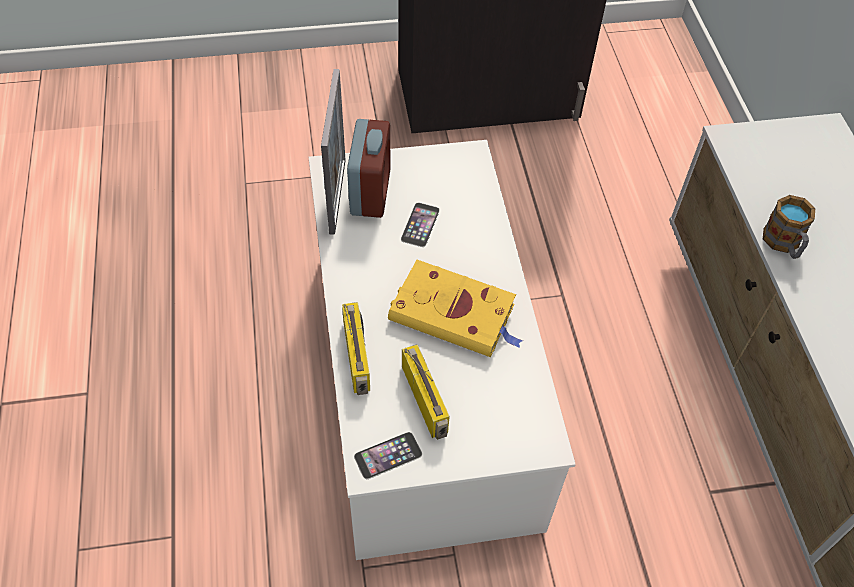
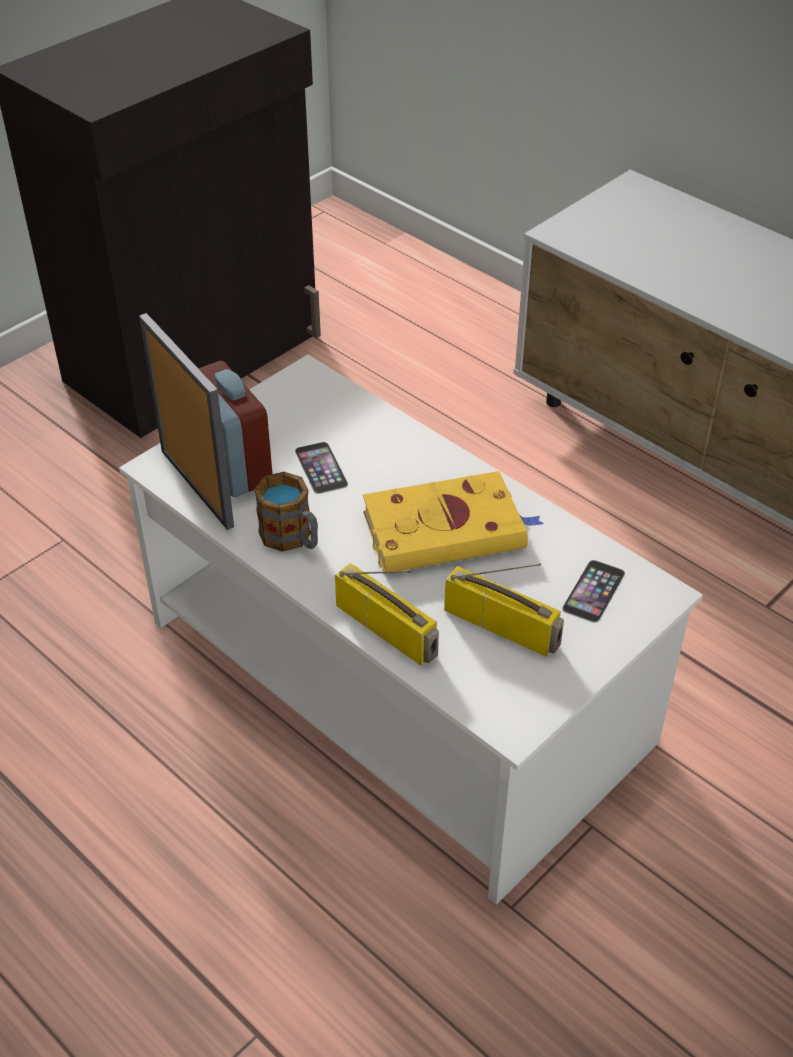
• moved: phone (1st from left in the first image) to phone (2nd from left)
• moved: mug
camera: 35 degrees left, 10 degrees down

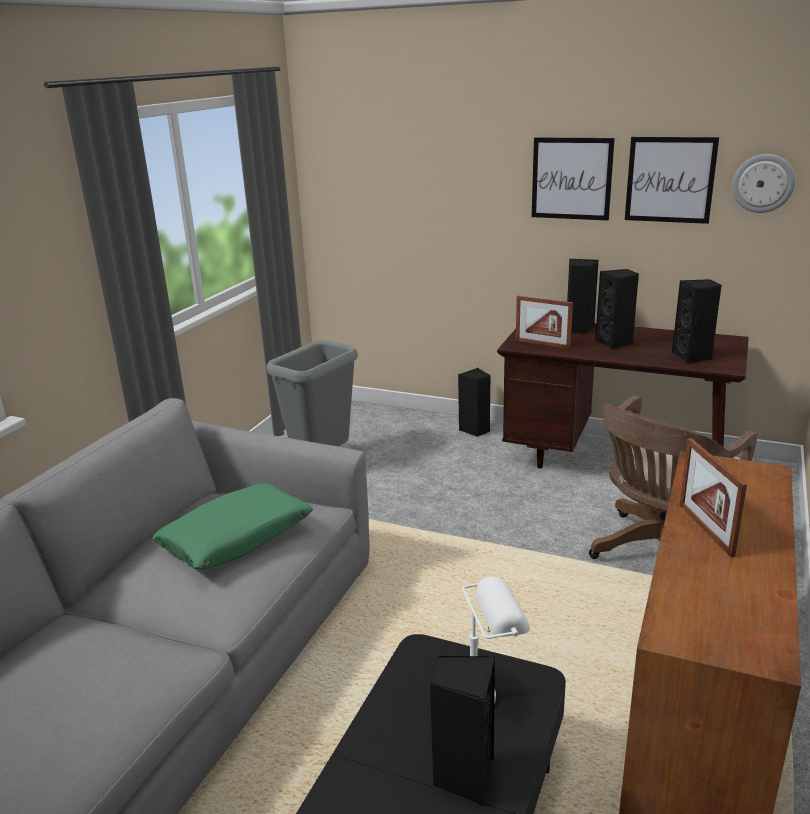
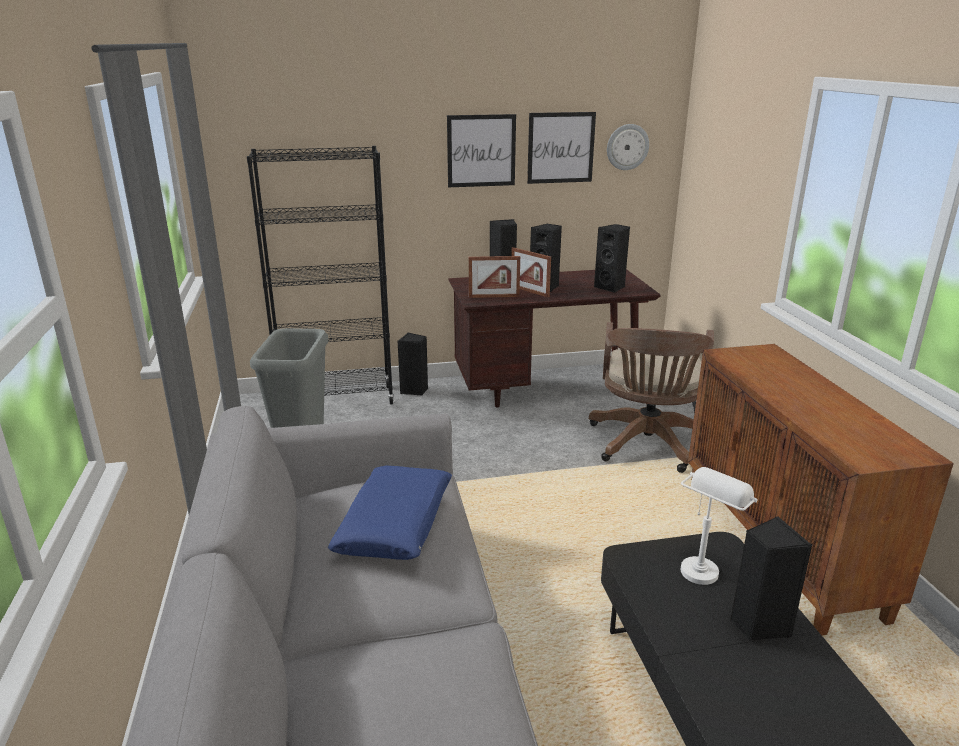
• added: bookcase/black
• moved: picture frame (2nd from left)
• recoloured: pillow/green to pillow/blue
camera: 35 degrees left, 0 degrees up

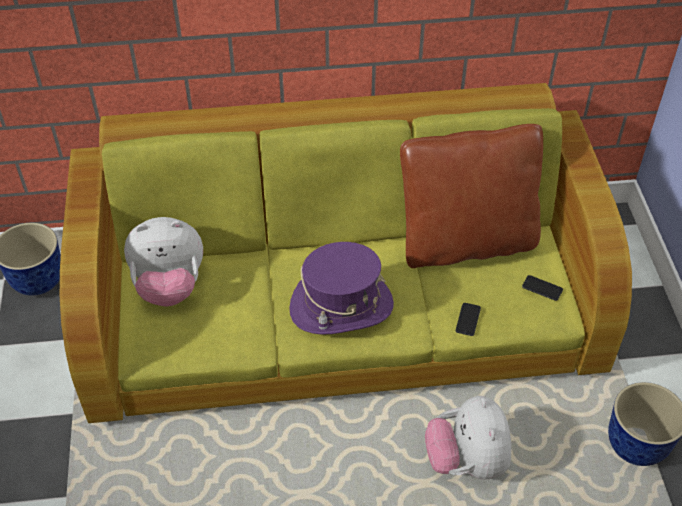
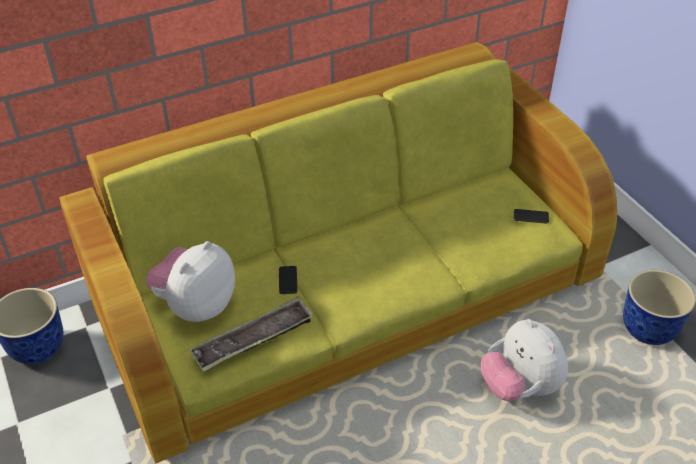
• removed: hat/purple
• removed: pillow/brown
• added: tray
• moved: phone (1st from left)
• turned: plush toy (1st from left) 150 degrees clockwise
camera: 20 degrees left, 5 degrees down

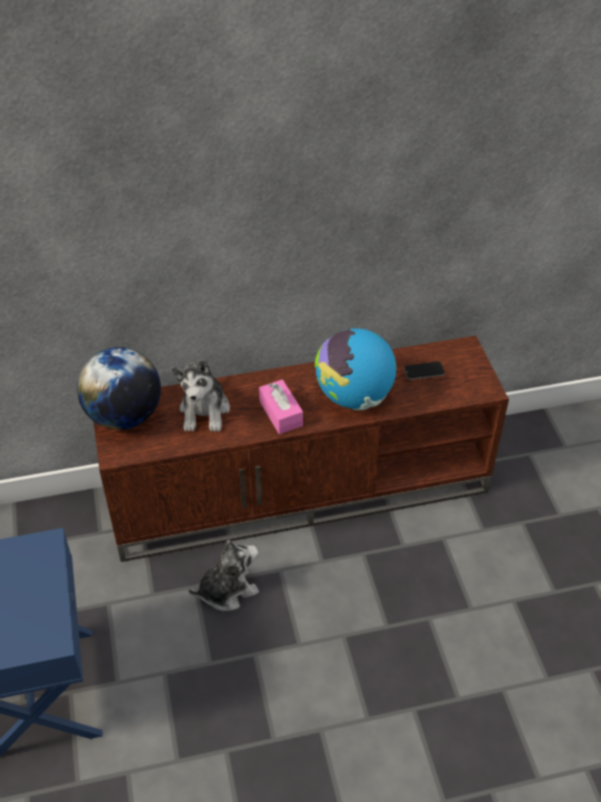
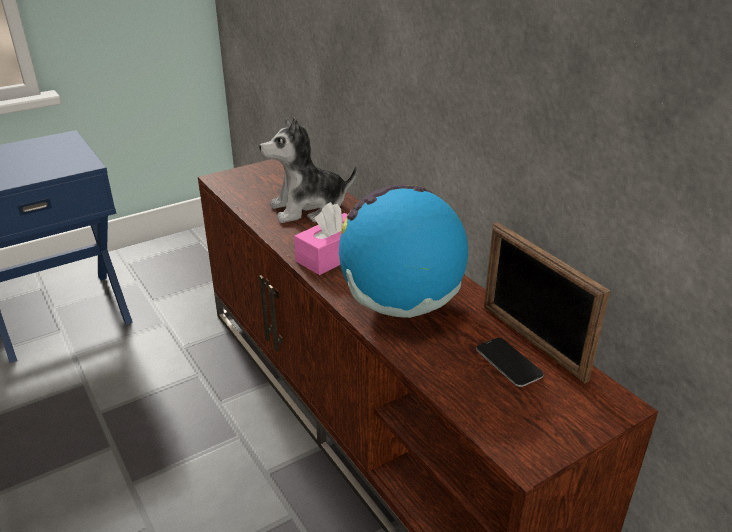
• removed: globe (1st from left)
• removed: plush toy (2nd from left)
• added: picture frame
camera: 70 degrees right, 15 degrees down

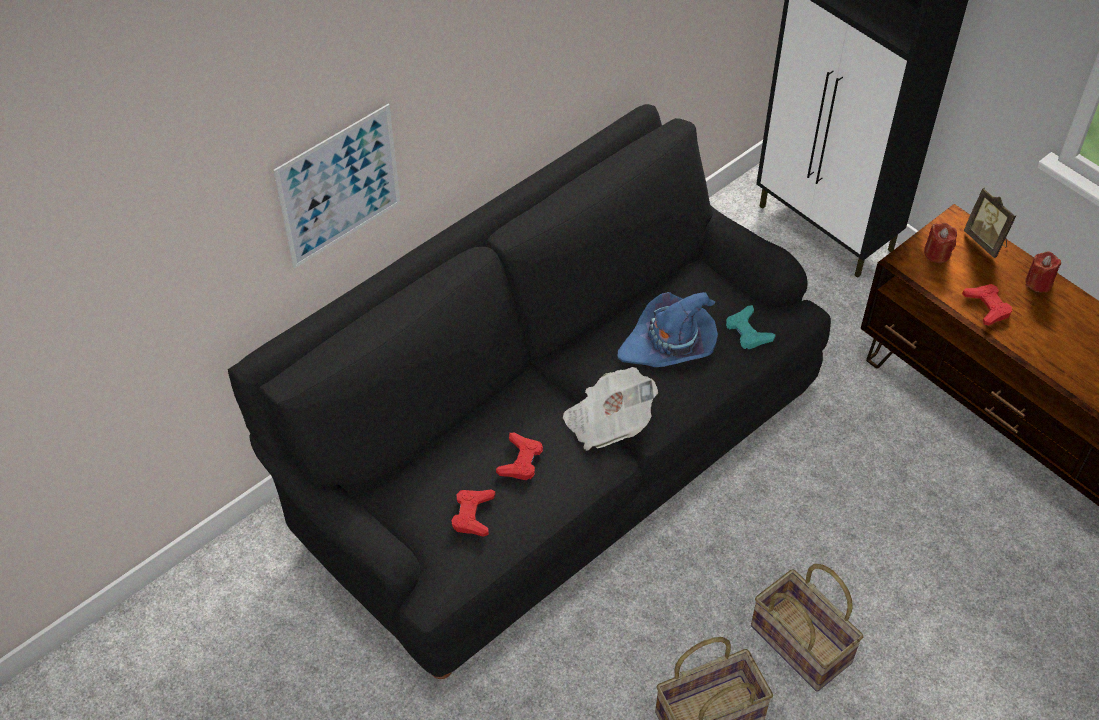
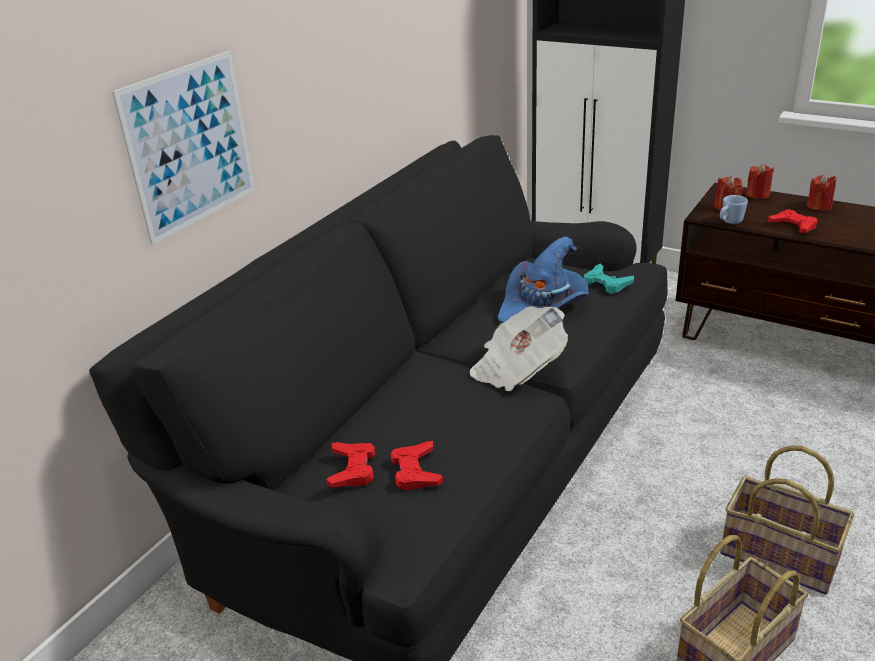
• added: mug/blue
• moved: game controller/red (2nd from left in the first image) to game controller/red (1st from left)
• replaced: picture frame to candle/red (2nd from left)
camera: 15 degrees left, 20 degrees down

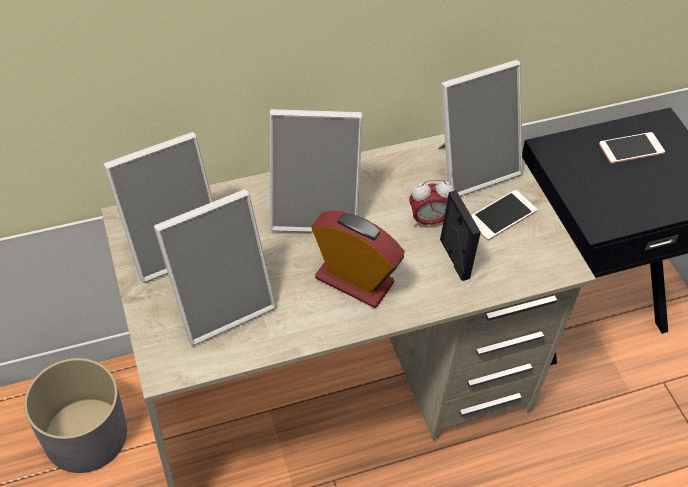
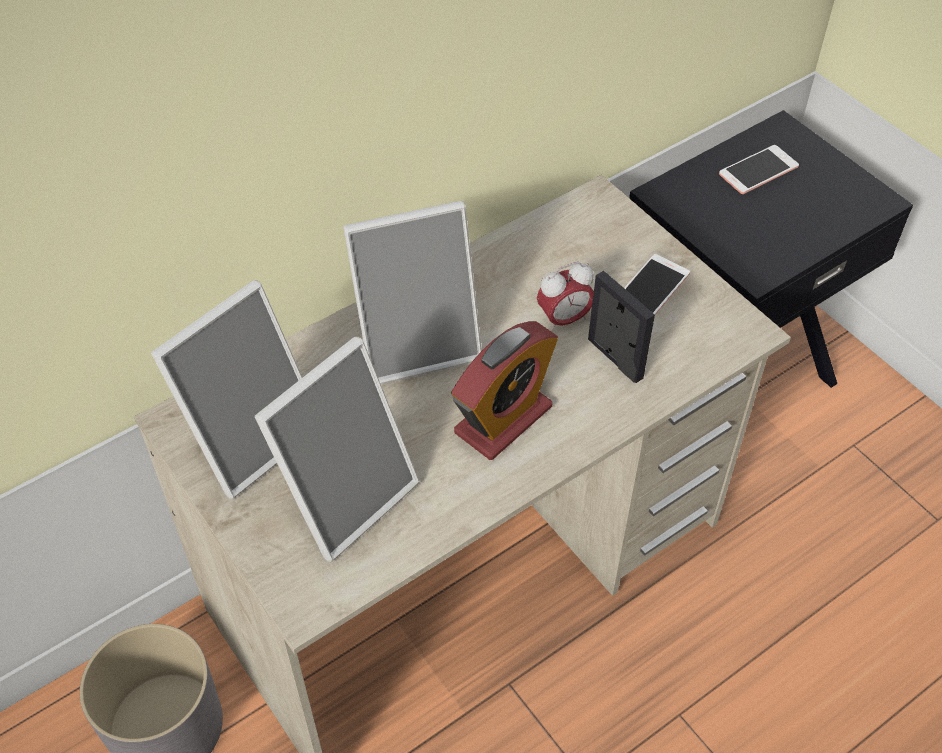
• removed: picture frame (5th from left)
• turned: alarm clock (1st from left) 120 degrees clockwise
camera: 15 degrees left, 0 degrees up

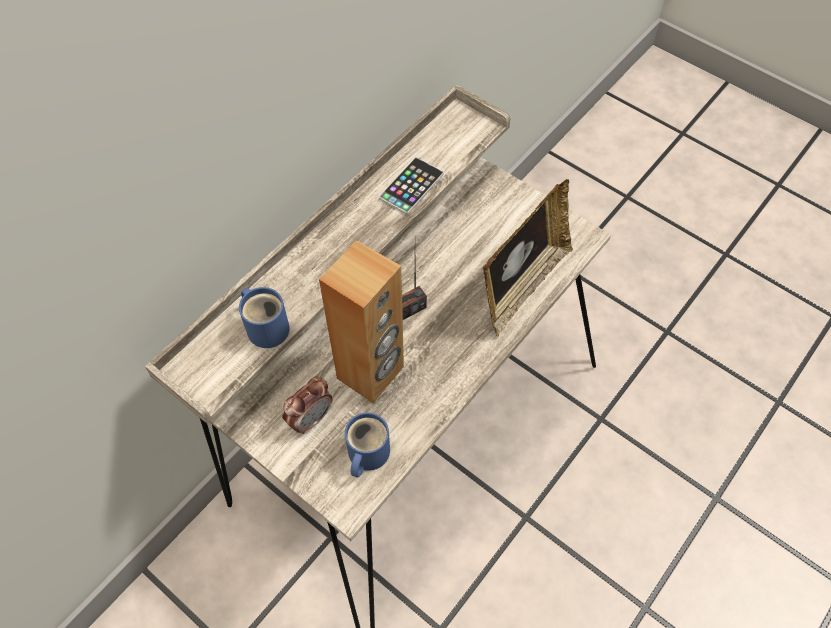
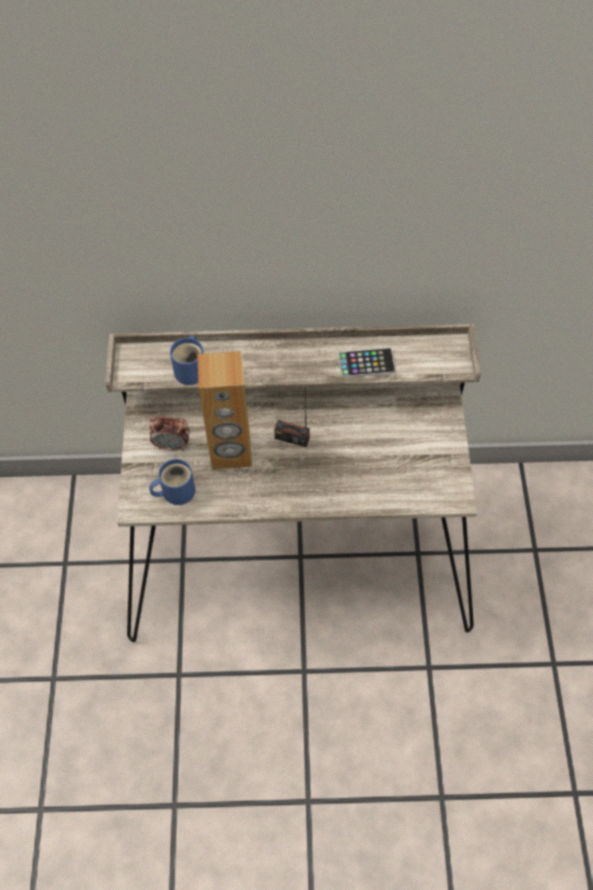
• removed: picture frame
camera: 50 degrees right, 0 degrees up

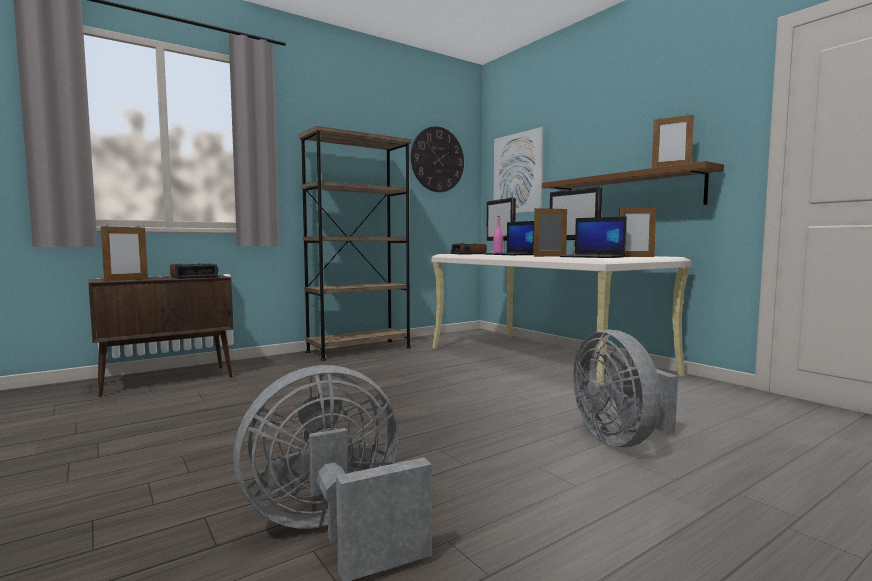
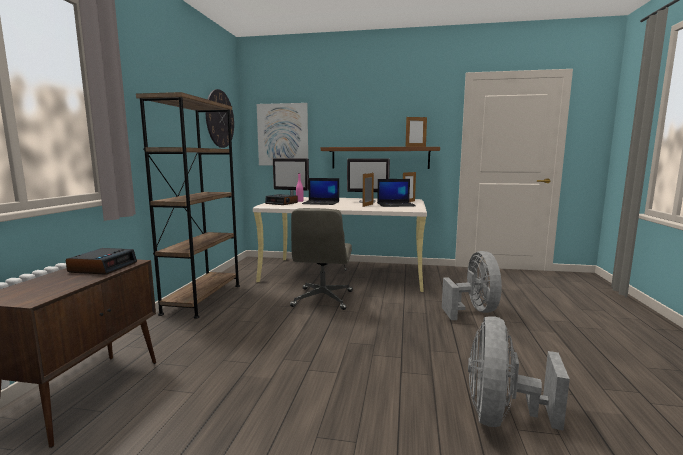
• removed: picture frame (1st from left)
• added: office chair/grey
• turned: fan/grey (2nd from left in the first image) 120 degrees counterclockwise
camera: 45 degrees left, 5 degrees up

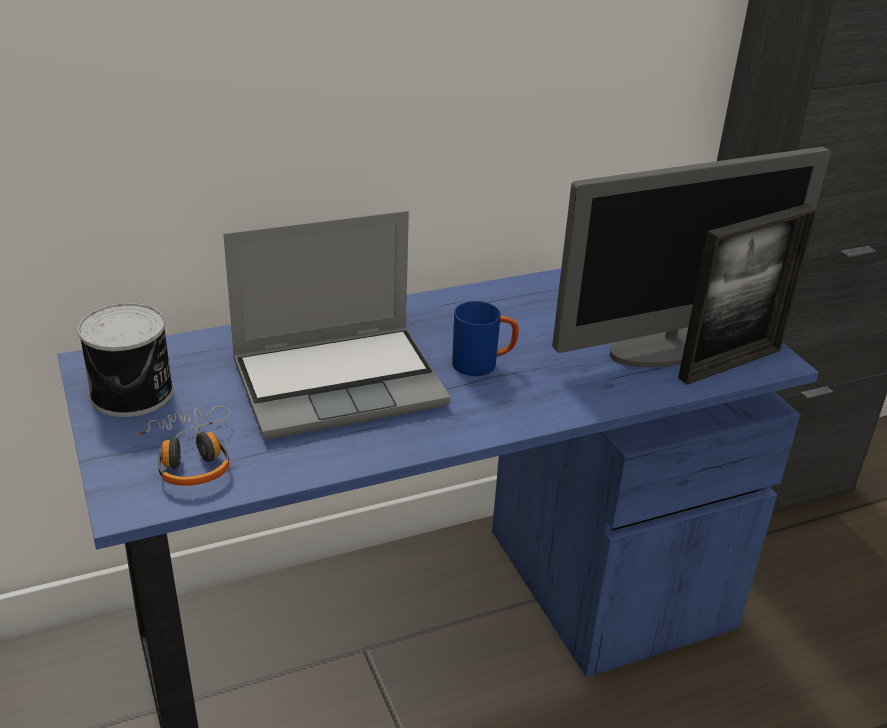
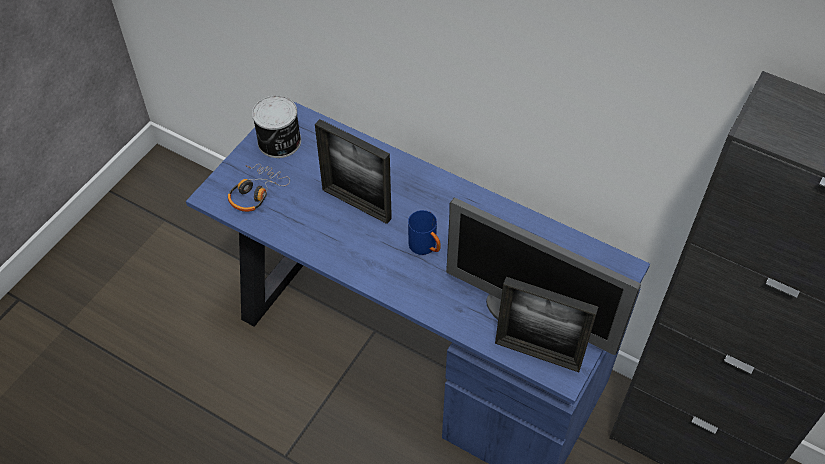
• replaced: laptop to picture frame (1st from left)
camera: 55 degrees right, 20 degrees up

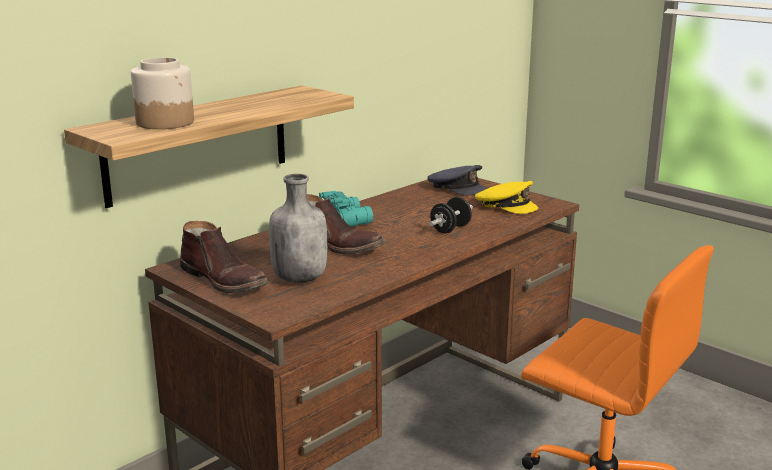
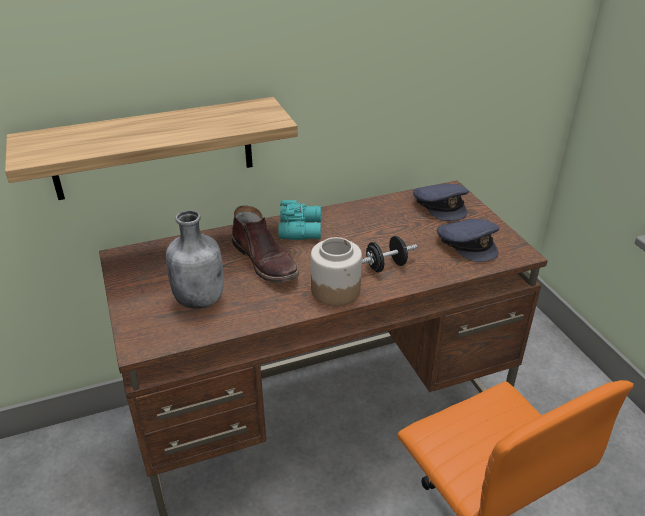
• removed: boot/brown (1st from left)
• moved: jar
• recoloured: cap/yellow to cap/grey (2nd from left)
camera: 25 degrees right, 15 degrees up

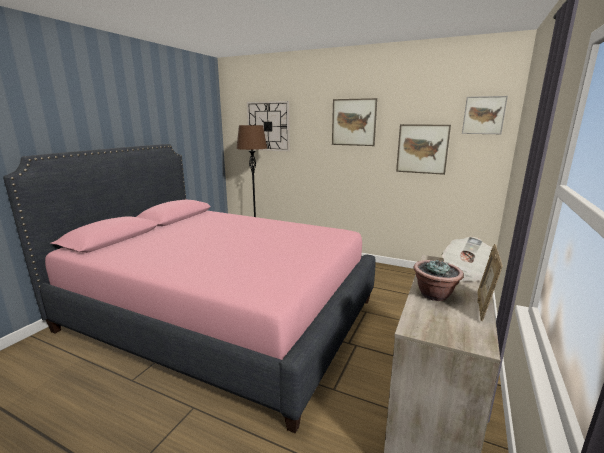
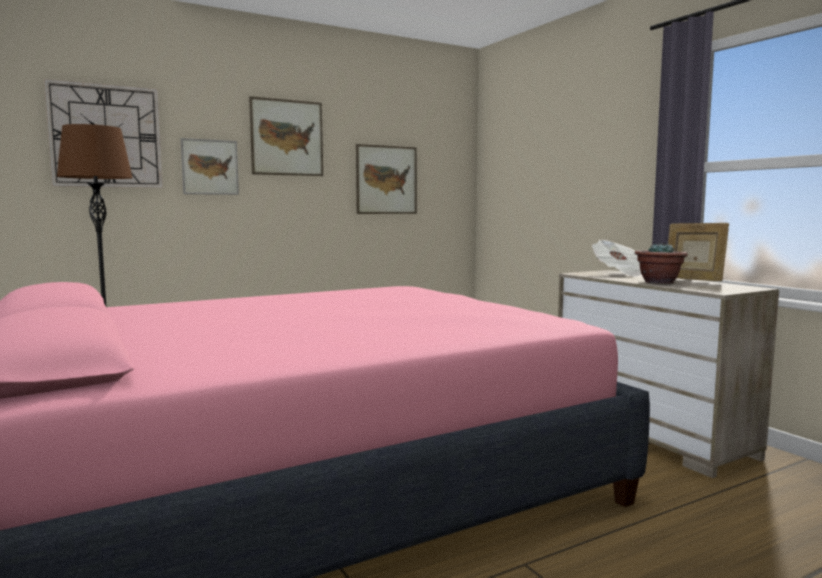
• moved: picture (3rd from left in the first image) to picture (1st from left)
camera: 55 degrees left, 10 degrees down

